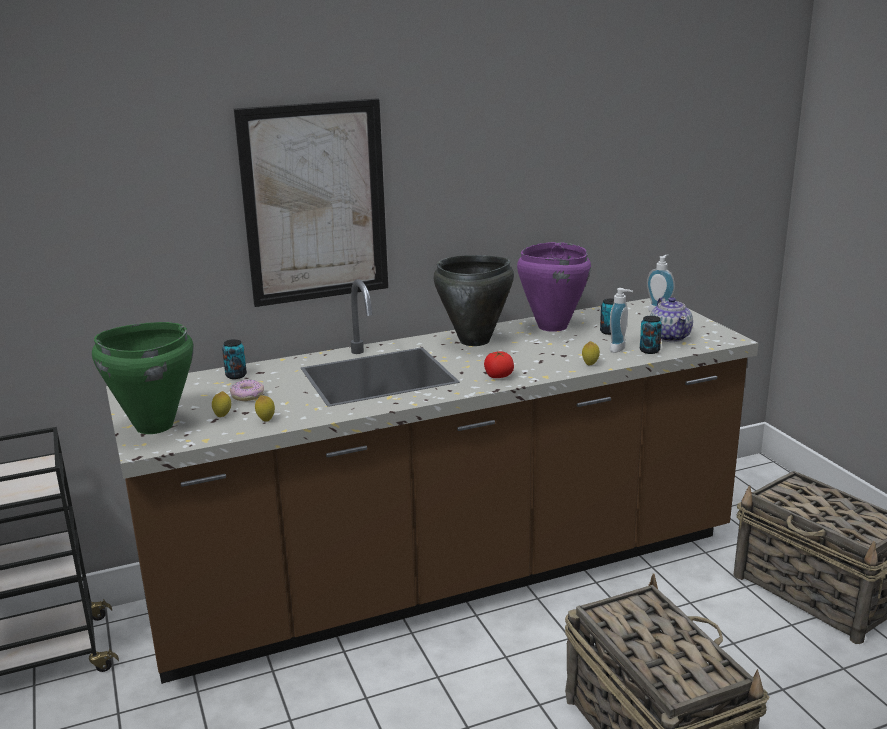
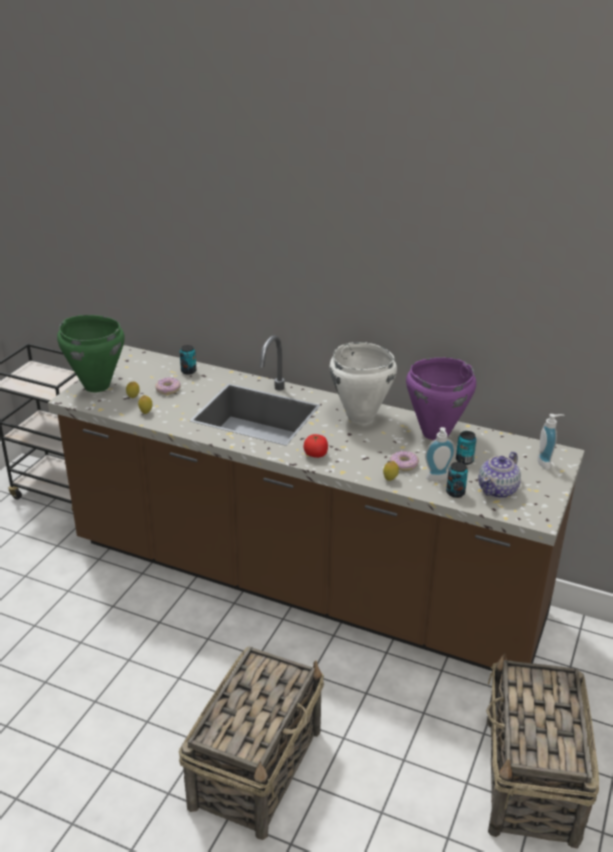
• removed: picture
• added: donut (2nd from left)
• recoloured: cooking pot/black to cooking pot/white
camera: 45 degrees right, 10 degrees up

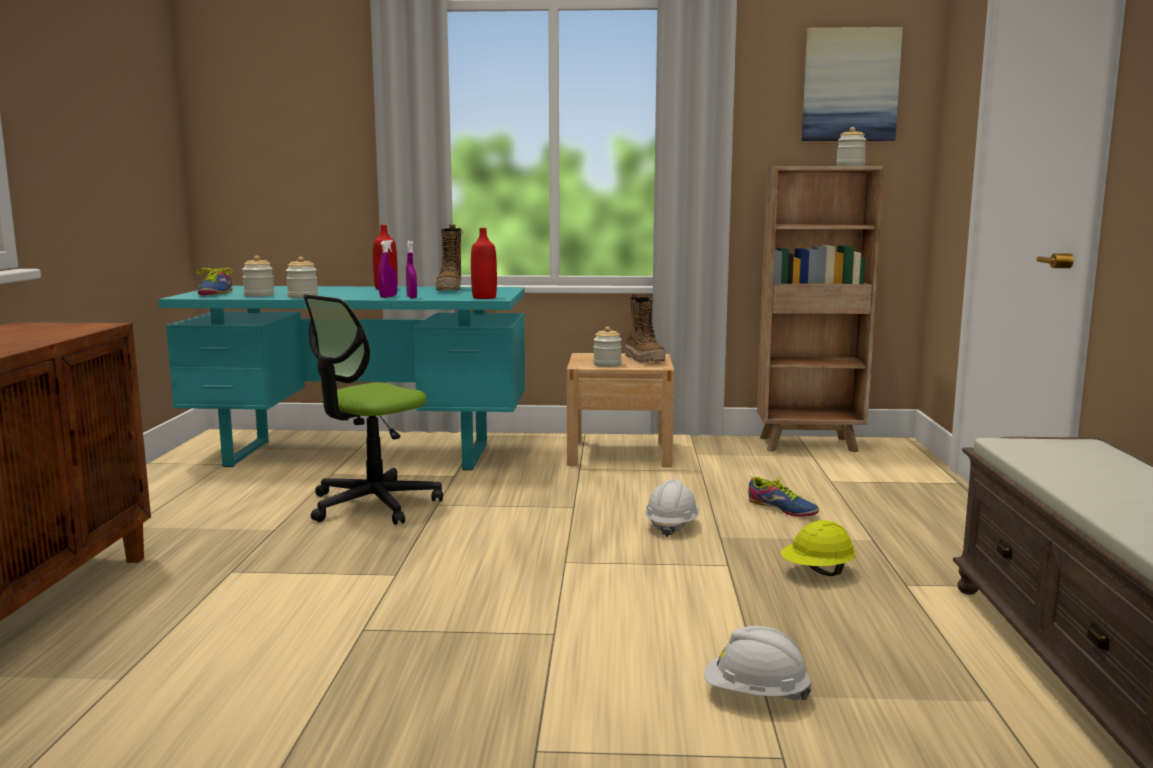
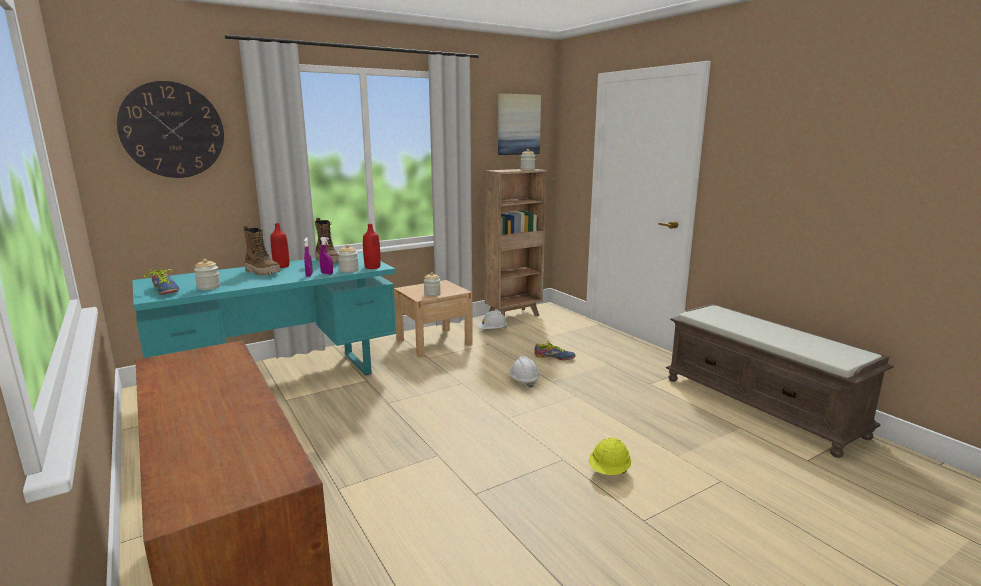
• removed: office chair
• added: wall clock
• moved: jar (2nd from left)
• moved: boot (2nd from left in the first image) to boot (1st from left)
• moved: hard hat/white (2nd from left in the first image) to hard hat/white (1st from left)
• moved: hard hat/yellow
camera: 35 degrees left, 5 degrees up

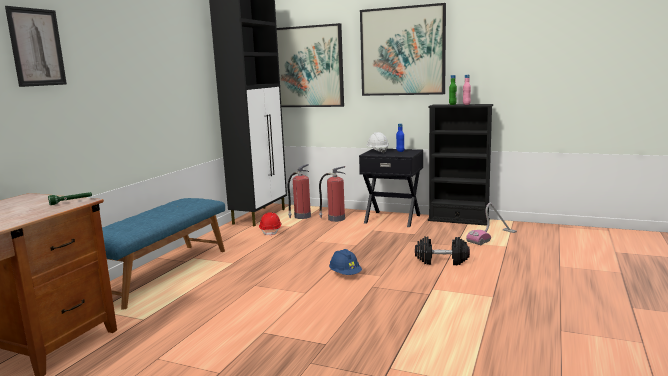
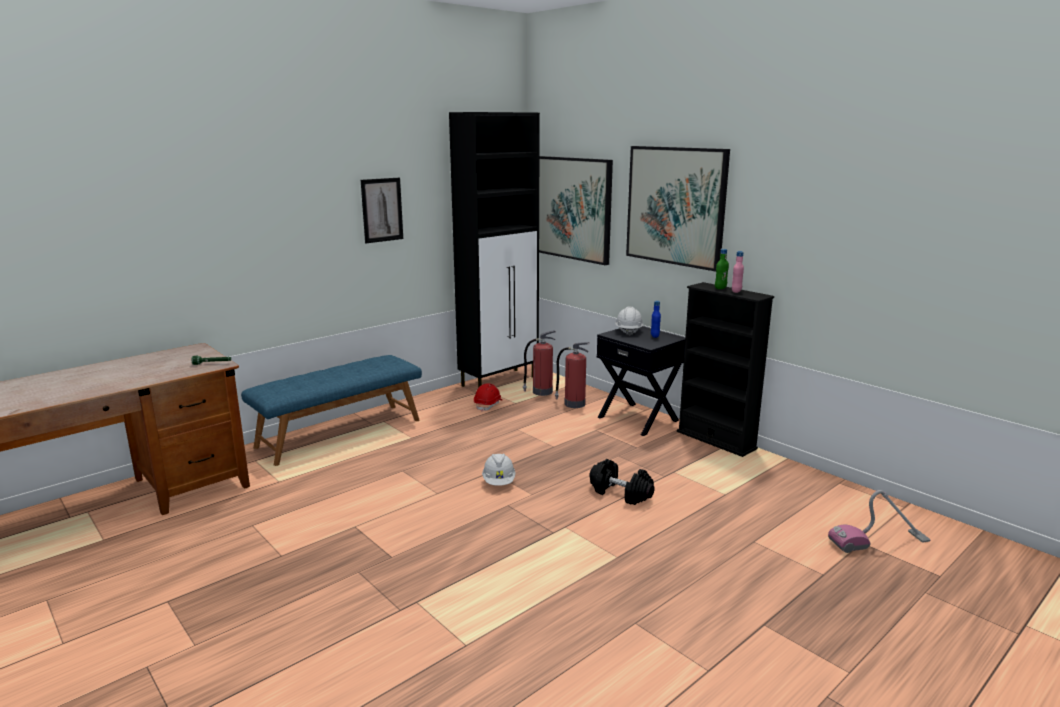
• moved: picture (1st from left)
• moved: vacuum cleaner
• recoloured: hard hat/blue to hard hat/white (1st from left)
camera: 25 degrees right, 5 degrees up

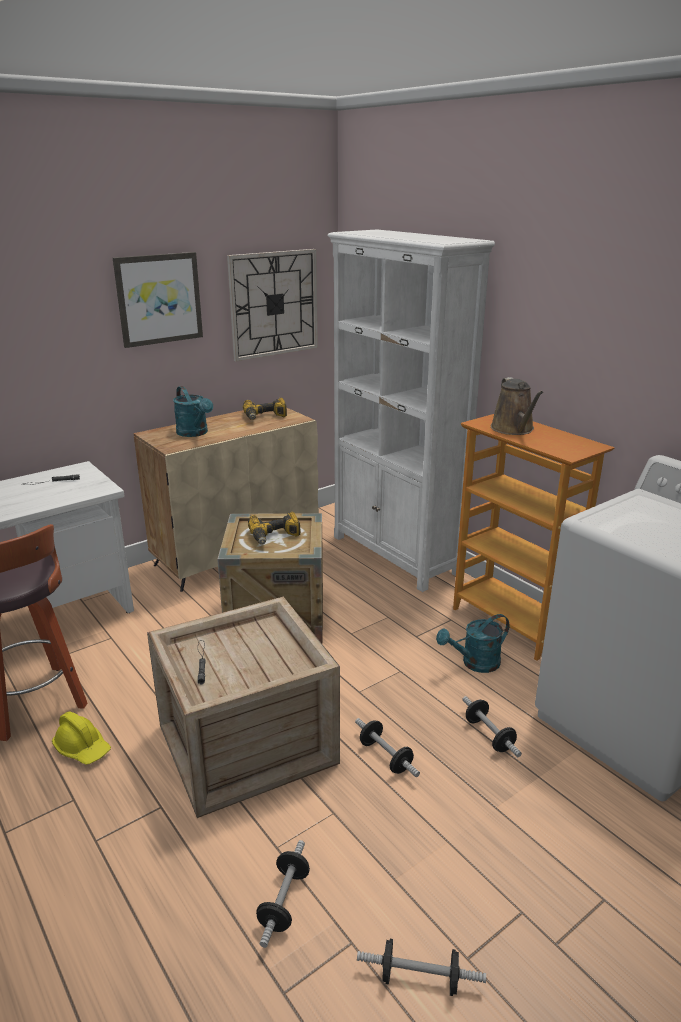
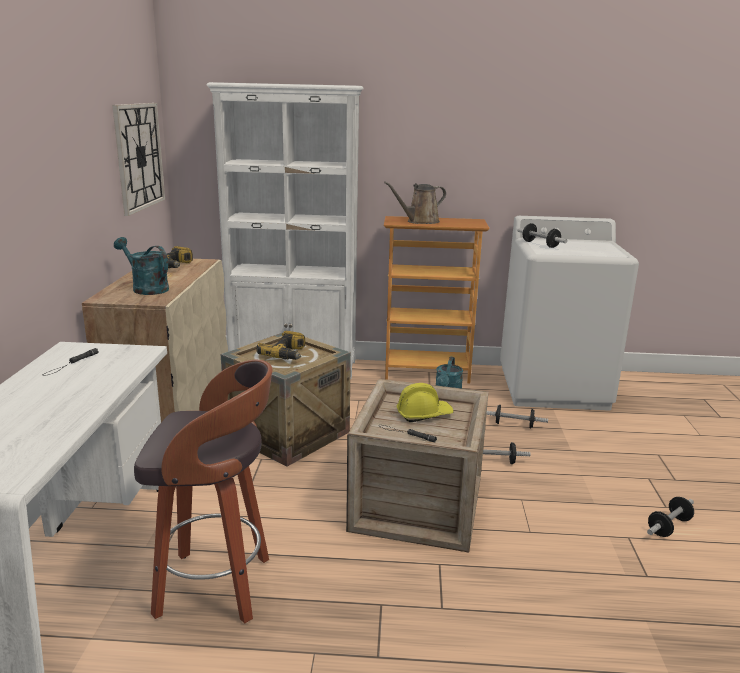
• removed: picture
• moved: hard hat/yellow
• moved: dumbbell (1st from left in the first image) to dumbbell (3rd from left)
• turned: watering can/turquoise (1st from left) 150 degrees counterclockwise
• turned: watering can/brown 120 degrees clockwise
camera: 50 degrees left, 5 degrees down

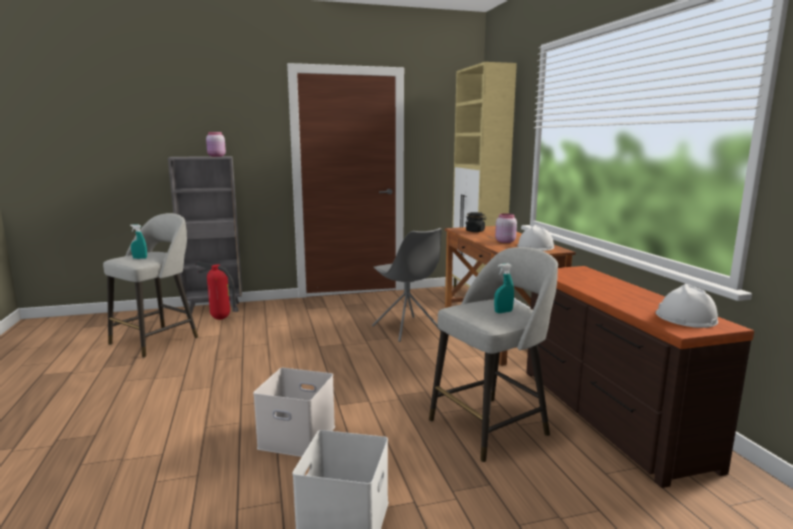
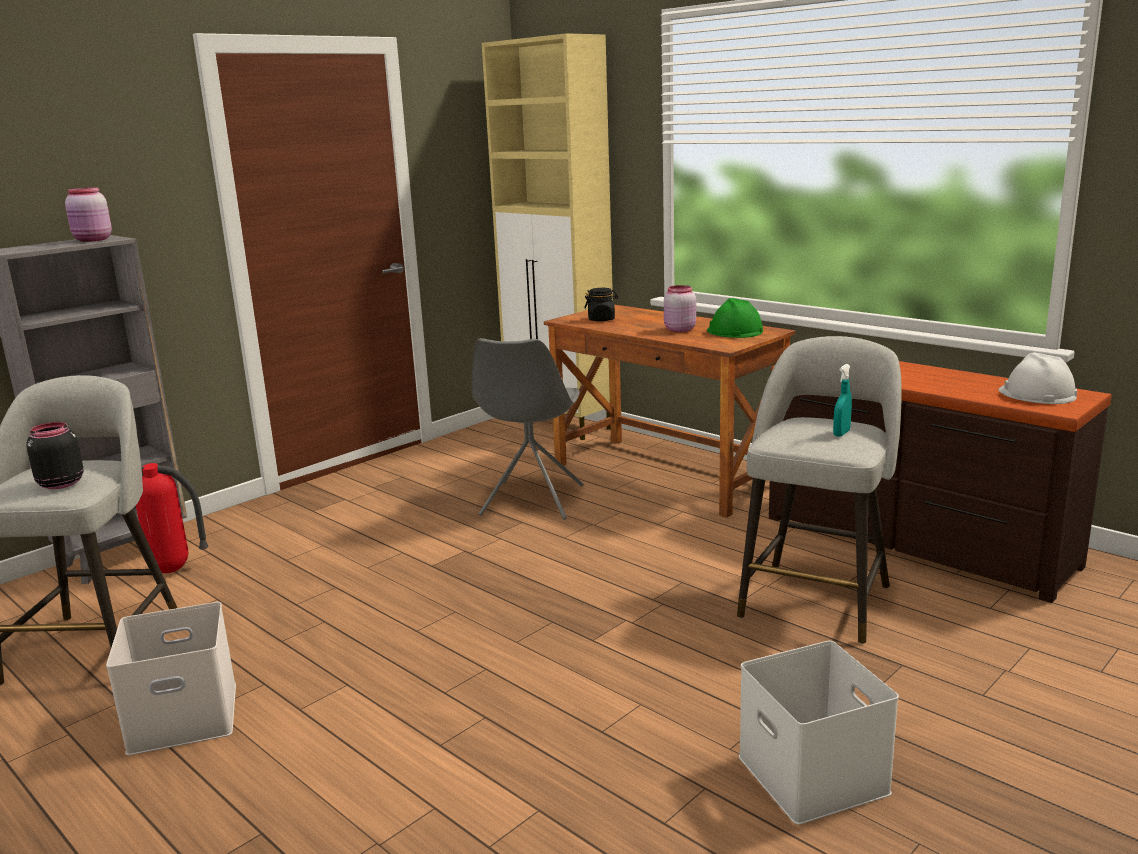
• moved: storage box/white (1st from left)
• replaced: spray bottle/turquoise (1st from left) to jar/black (1st from left)
• recoloured: hard hat/white (1st from left) to hard hat/green
• turned: chair/grey 75 degrees clockwise
camera: 30 degrees left, 5 degrees up

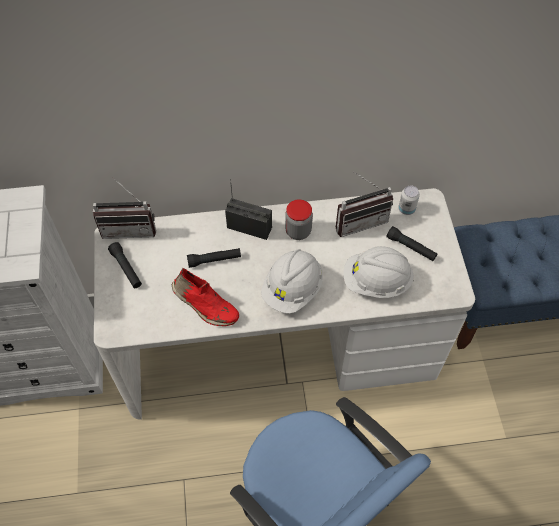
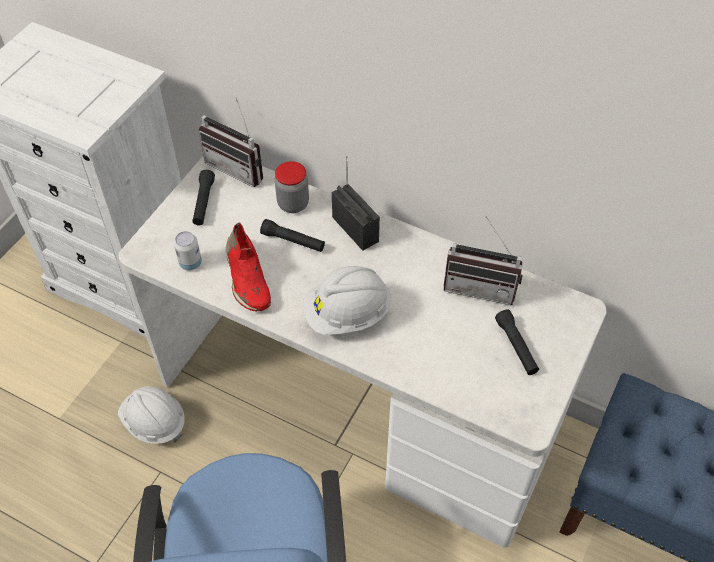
• moved: jar
• moved: hard hat/white (2nd from left in the first image) to hard hat/white (1st from left)
• moved: can
camera: 35 degrees right, 5 degrees down

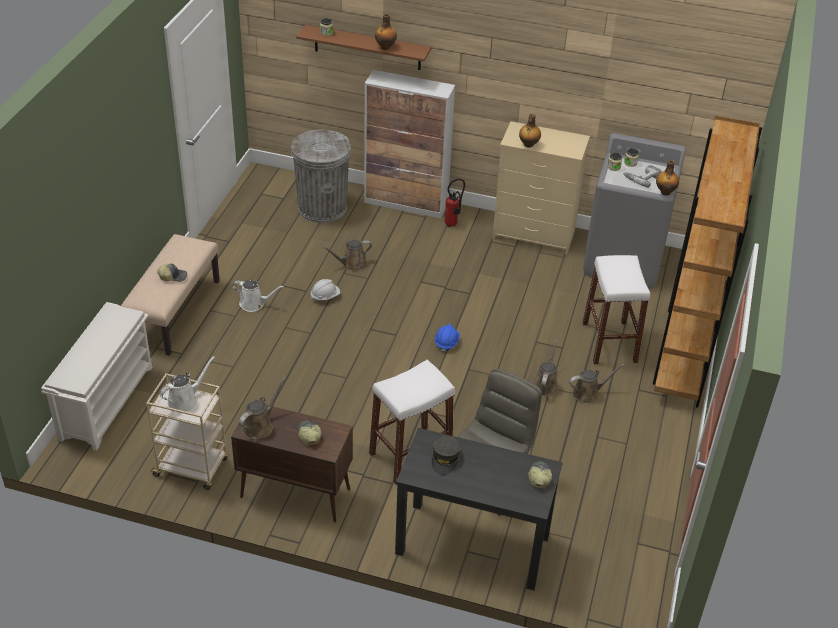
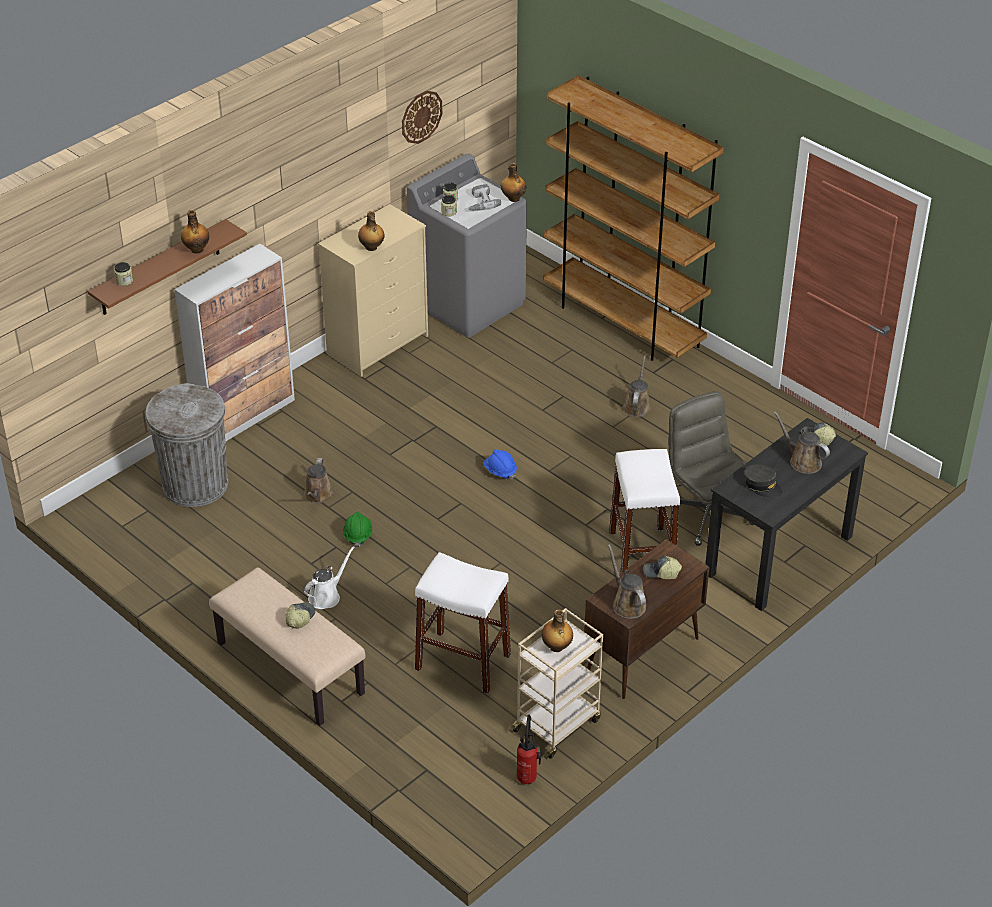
• removed: shoe rack/white
• added: wall clock
• moved: fire extinguisher
• moved: watering can/brown (3rd from left in the first image) to watering can/brown (4th from left)
• moved: stool/white (2nd from left in the first image) to stool/white (1st from left)
• replaced: watering can/white (1st from left) to bottle (4th from left)
• recoloured: hard hat/white to hard hat/green
camera: 60 degrees left, 0 degrees up

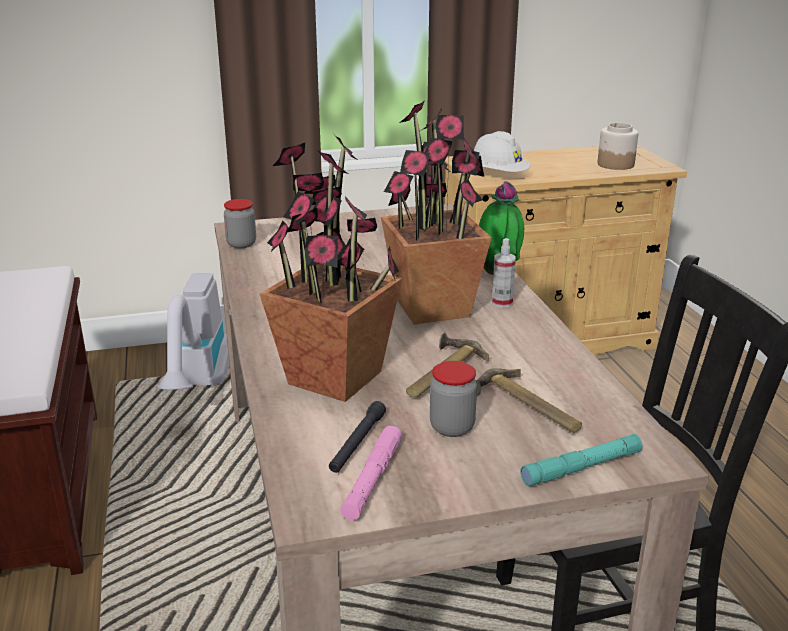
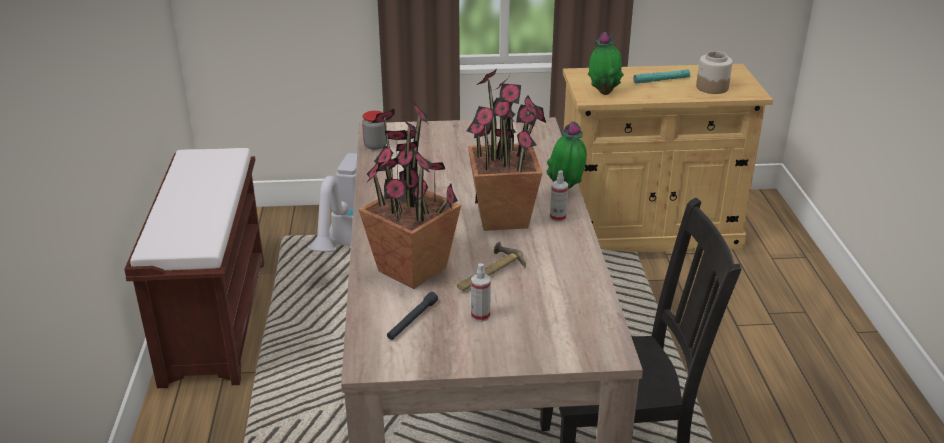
• removed: flashlight/pink
• removed: hammer (2nd from left)
• moved: flashlight/turquoise
• replaced: jar (2nd from left) to spray bottle (1st from left)
• replaced: hard hat/white to potted plant (4th from left)
camera: 10 degrees right, 5 degrees up

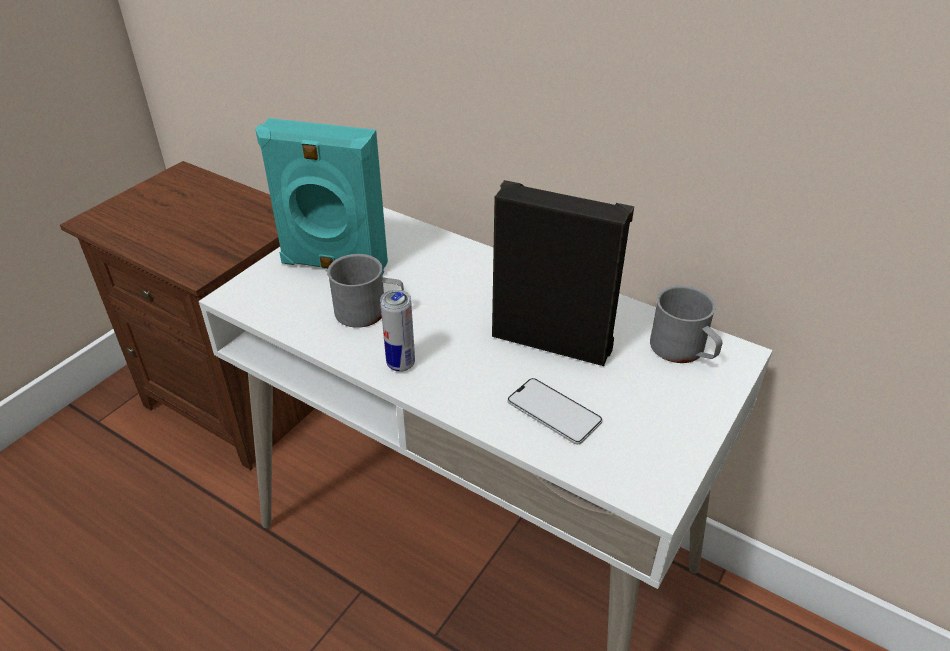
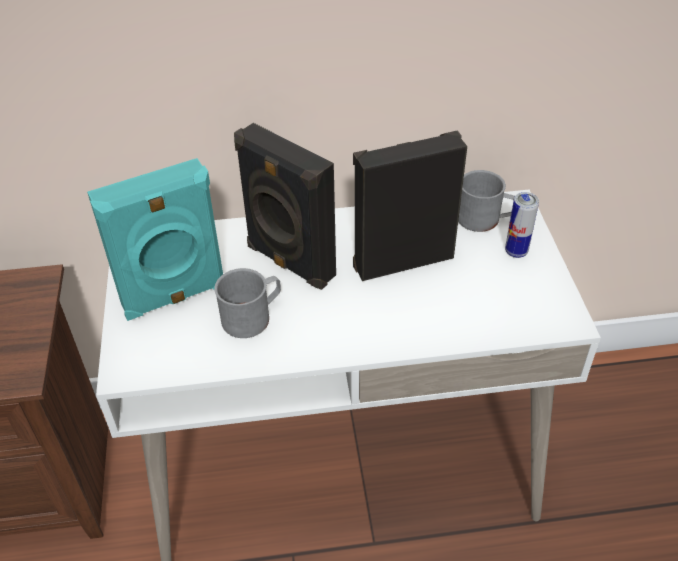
• removed: phone
• added: speaker/black (1st from left)
• moved: can
camera: 40 degrees left, 5 degrees up

